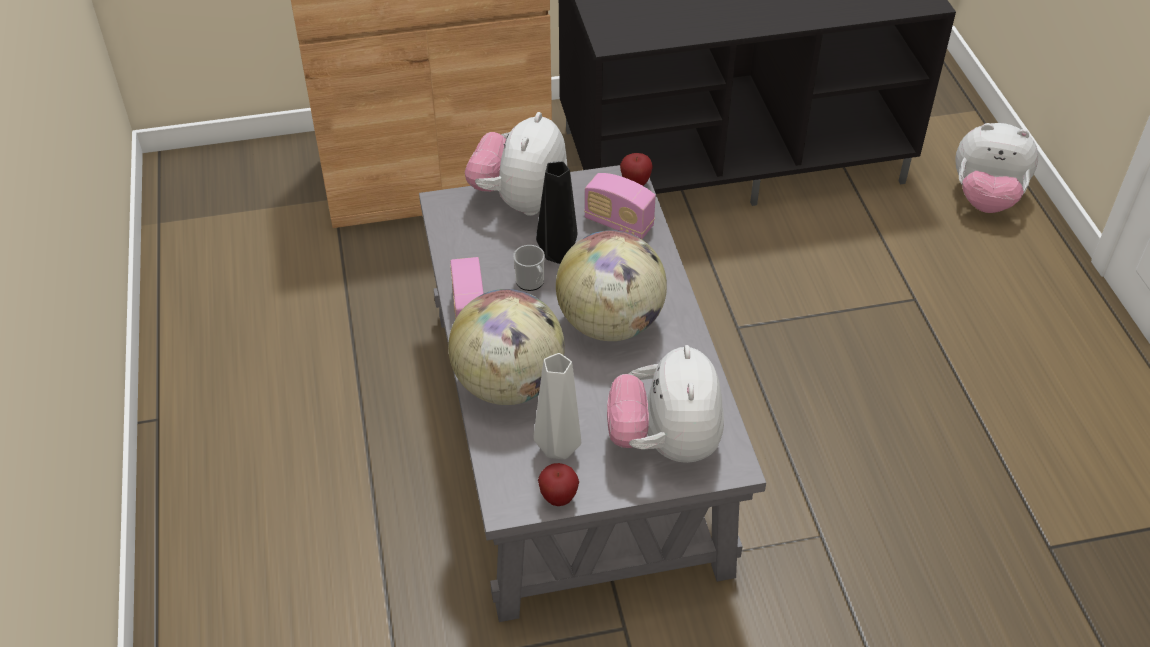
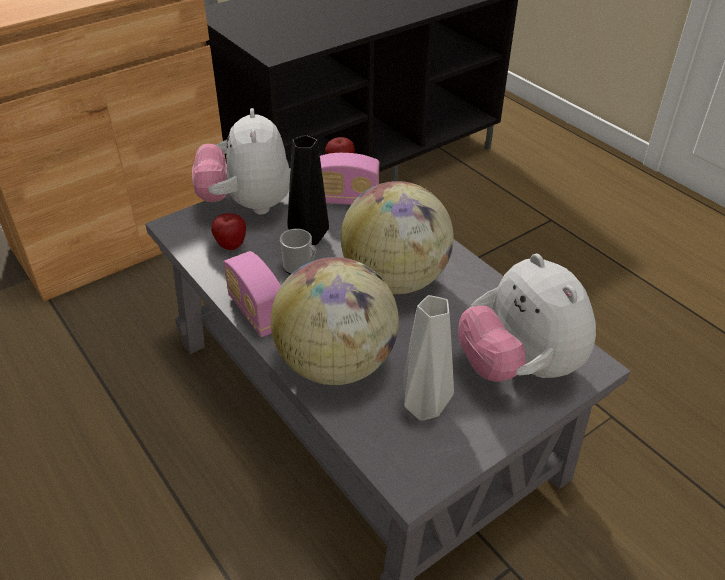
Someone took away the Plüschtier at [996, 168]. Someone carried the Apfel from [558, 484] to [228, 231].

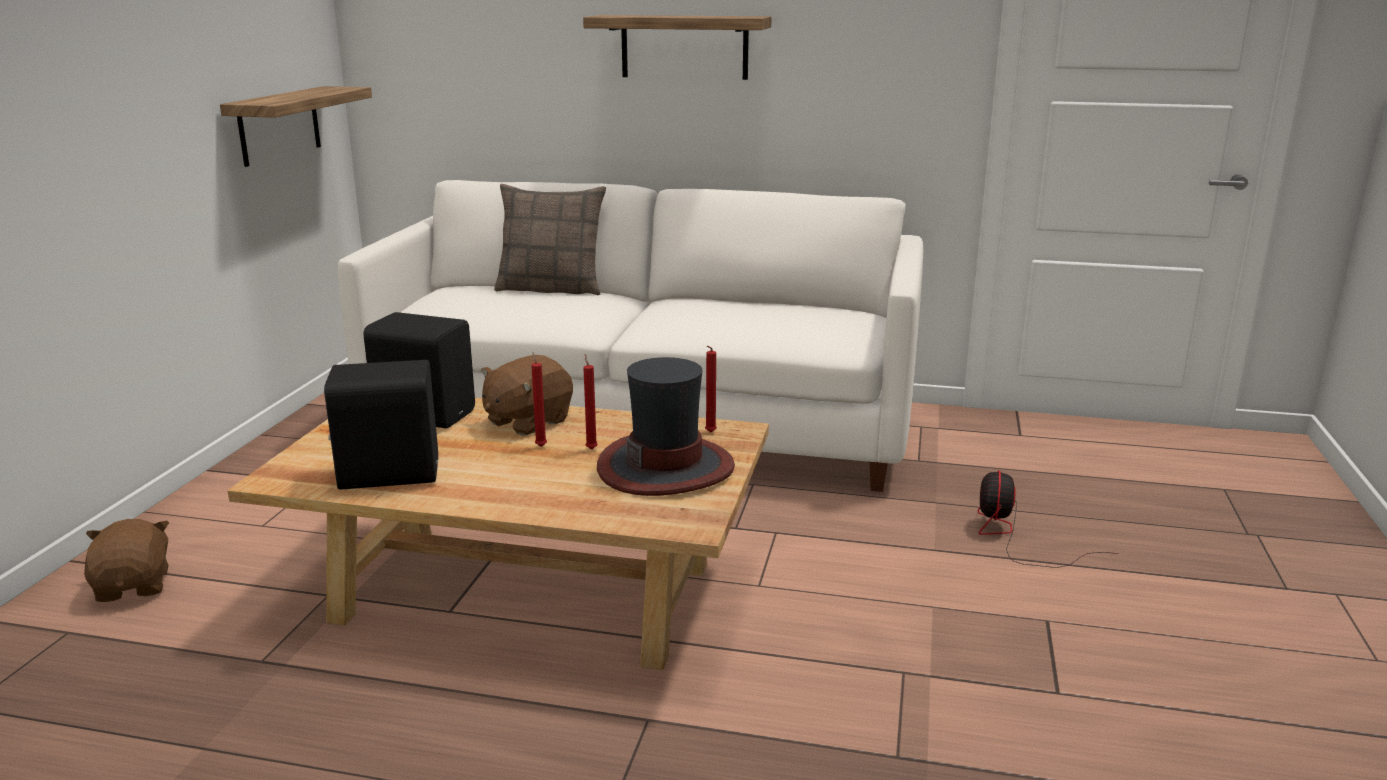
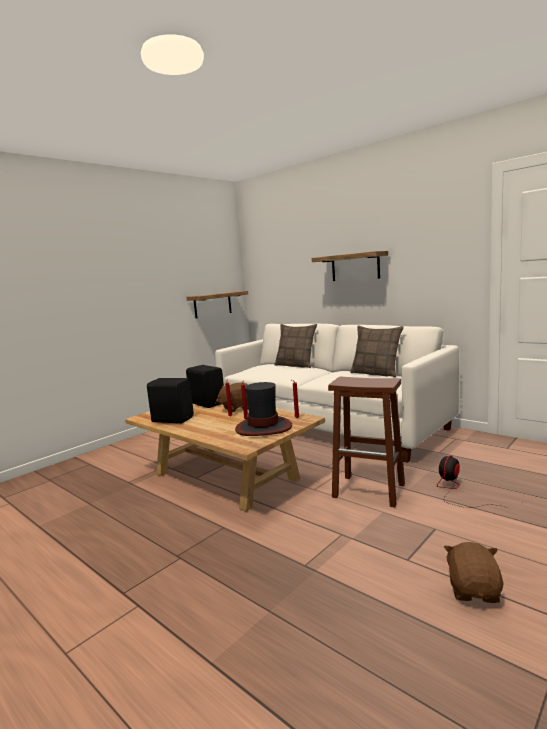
Someone put down the Hocker [braun] at [366, 442]. Someone put down the Kissen at [377, 351]. Someone carried the Plüschtier [braun] from [126, 560] to [473, 572].

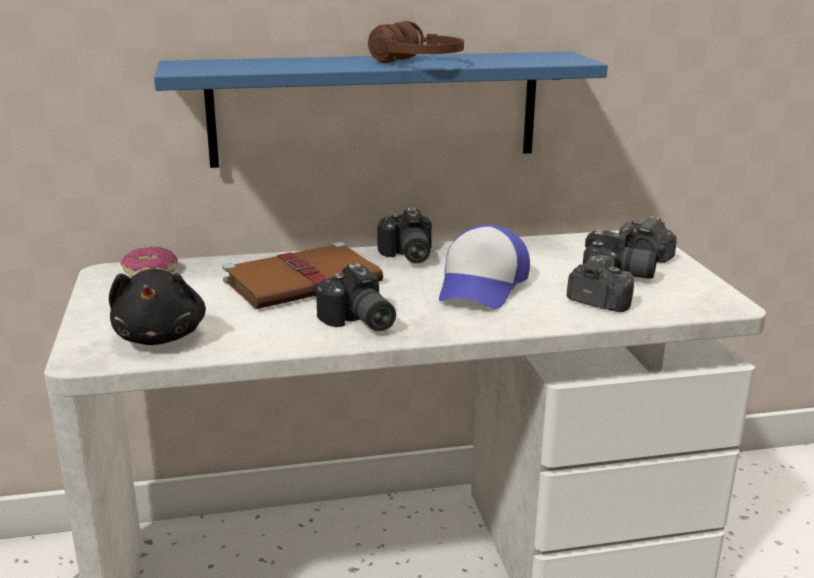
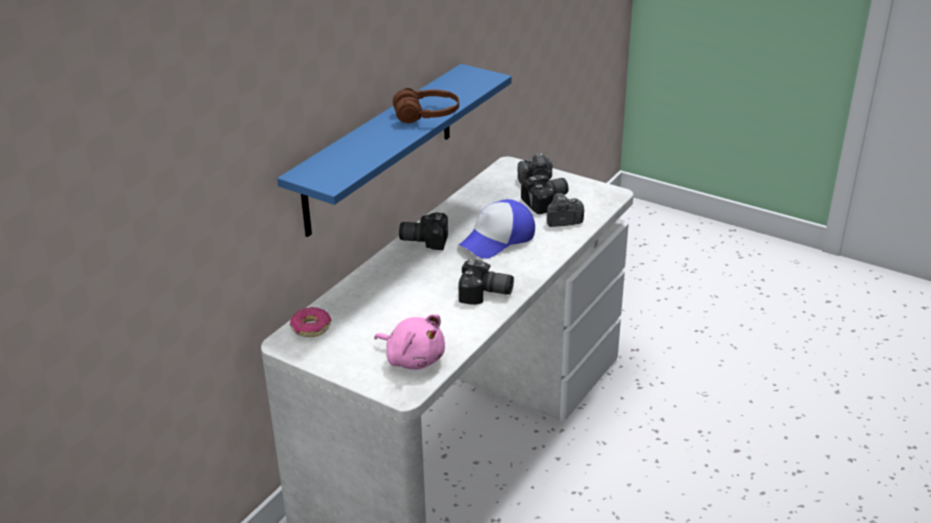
Someone took away the Buch [braun] at [302, 275]. Someone repainted the Plüschtier [schwarz] at [157, 307], which became the Plüschtier [rosa] at [410, 341]. Someone rotated the Kamera at [404, 235] by 150 degrees clockwise. Someone rotated the Kappe at [484, 267] by 75 degrees clockwise.

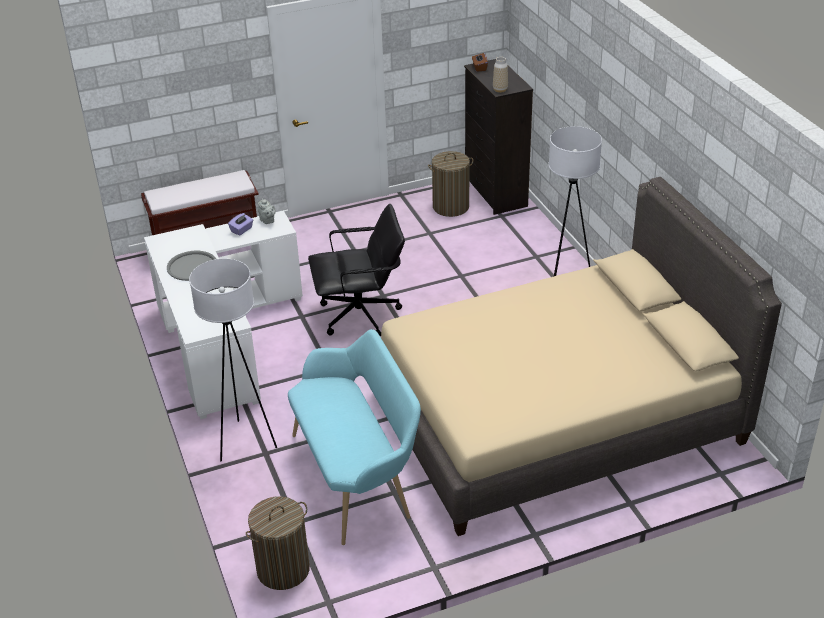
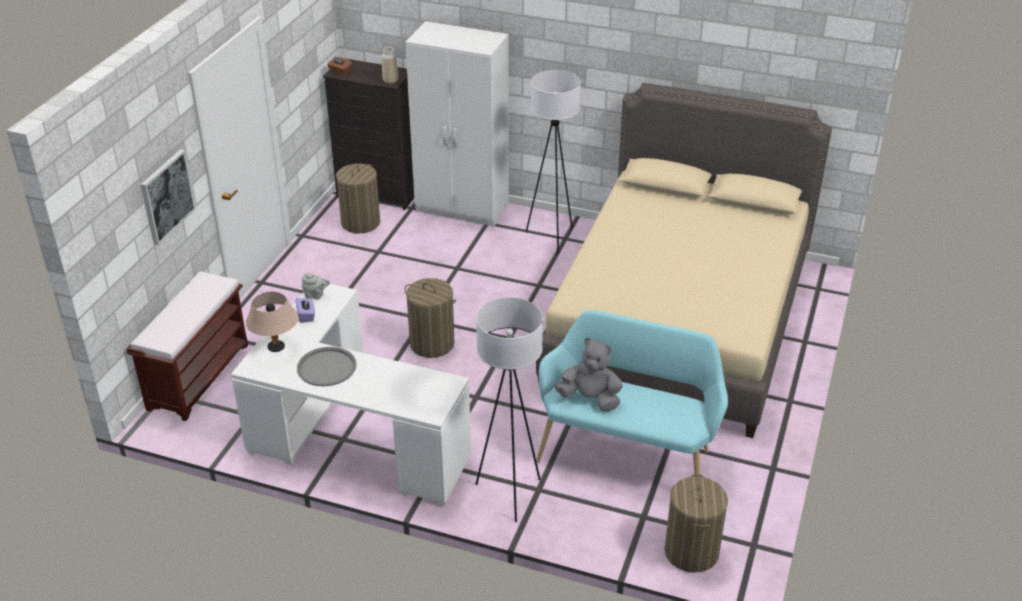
Someone put up the Bild at [168, 197]. Someone put down the Tischlampe [beige] at [272, 322]. Someone put down the Kleiderschrank [weiß] at [457, 124]. Someone put down the Plüschtier [grau] at [589, 374]. Someone swapped the Bürostuhl [schwarz] at [356, 270] for the Wäschekorb at [430, 318].

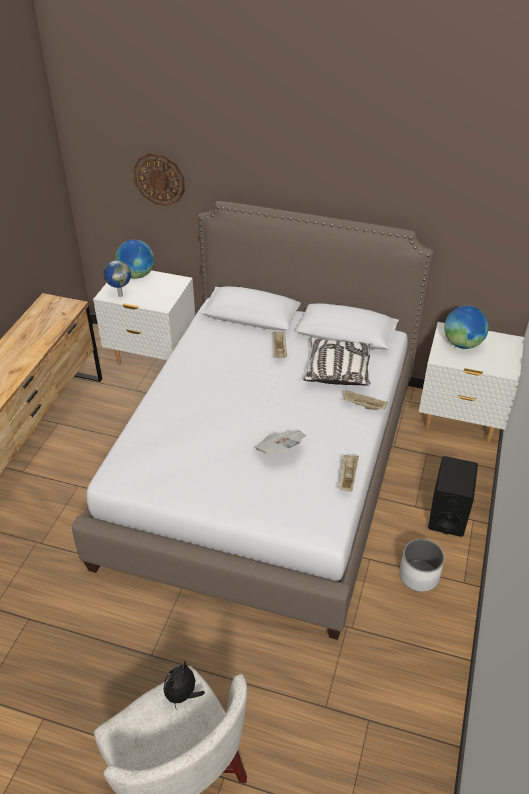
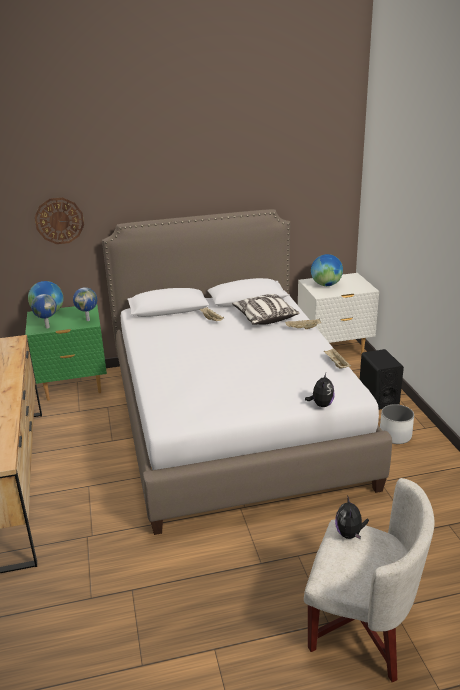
Someone took away the Zeitung at [279, 443]. Someone put down the Globus at [85, 304]. Someone put down the Plüschtier at [320, 390]. Someone repainted the Nachttisch [weiß] at [144, 317], which became the Nachttisch [grün] at [66, 352].

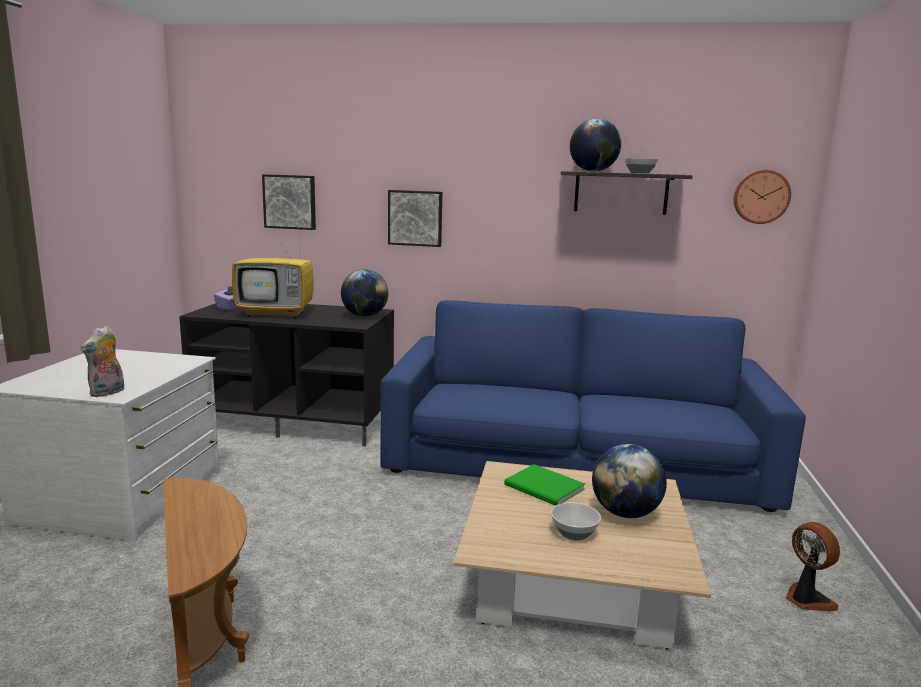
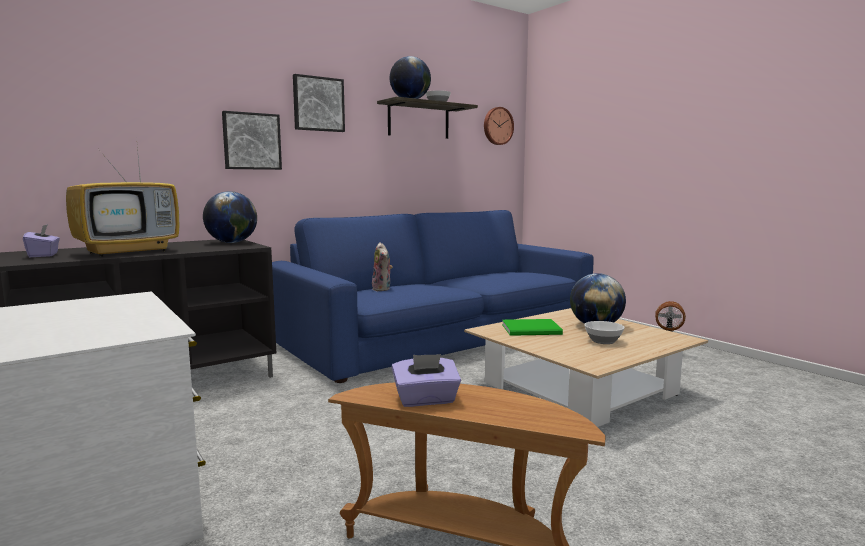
Someone put down the Taschentuchbox [lila] at [426, 380]. Someone carried the Plüschtier from [102, 361] to [382, 266]. Someone carried the Bild from [289, 202] to [319, 103].

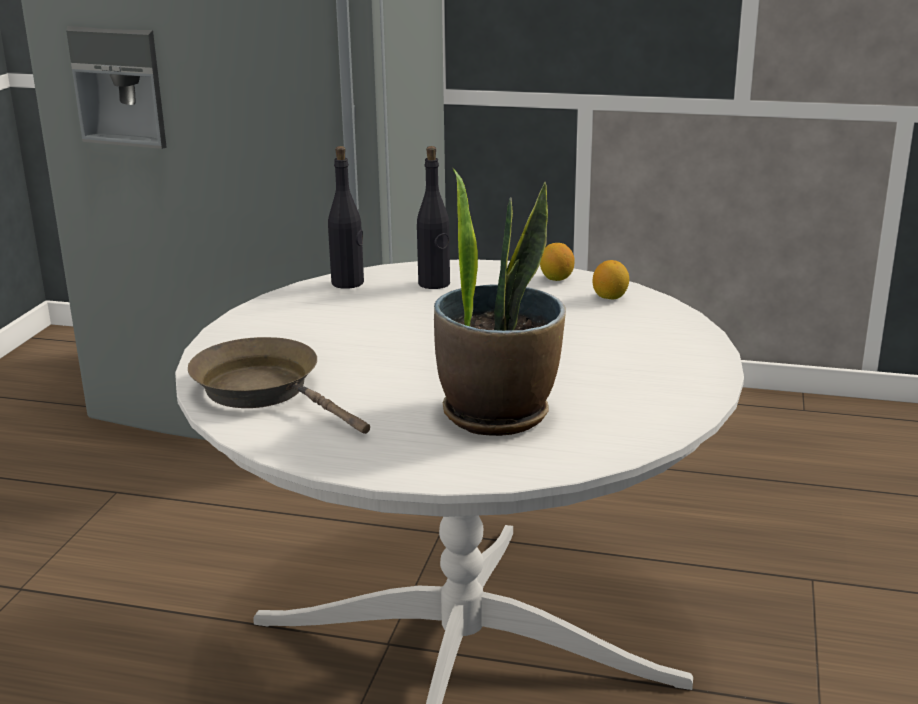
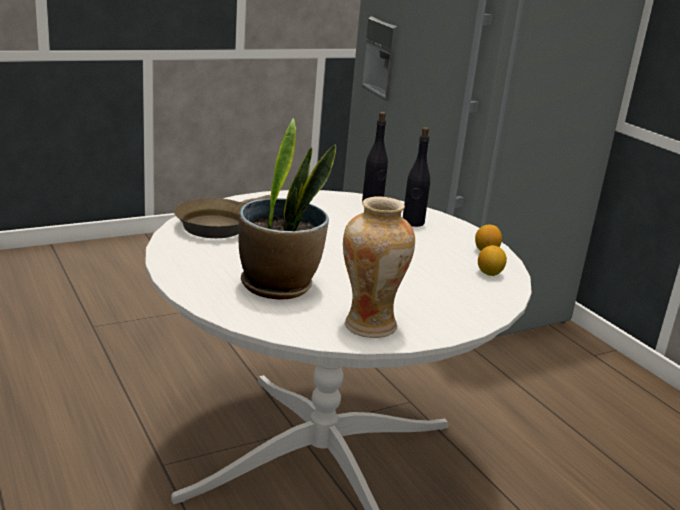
Someone put down the Vase at [379, 267]. Someone rotated the Pfanne [braun] at [279, 385] by 150 degrees counterclockwise.

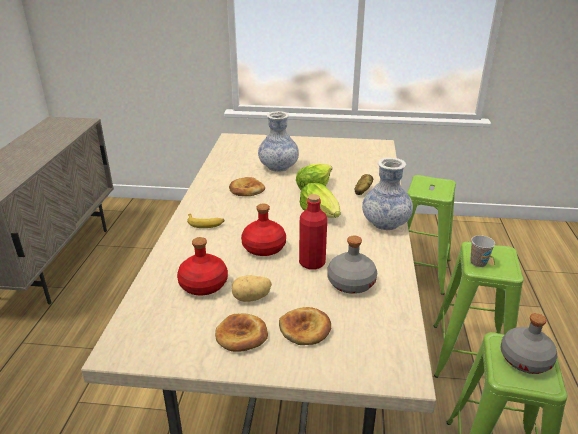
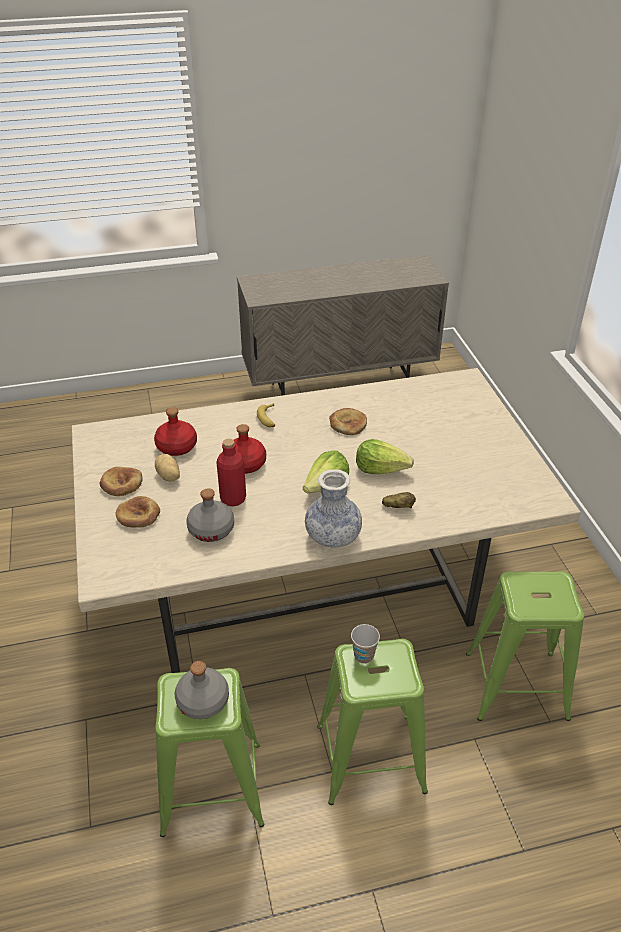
Someone took away the Vase at [278, 141].

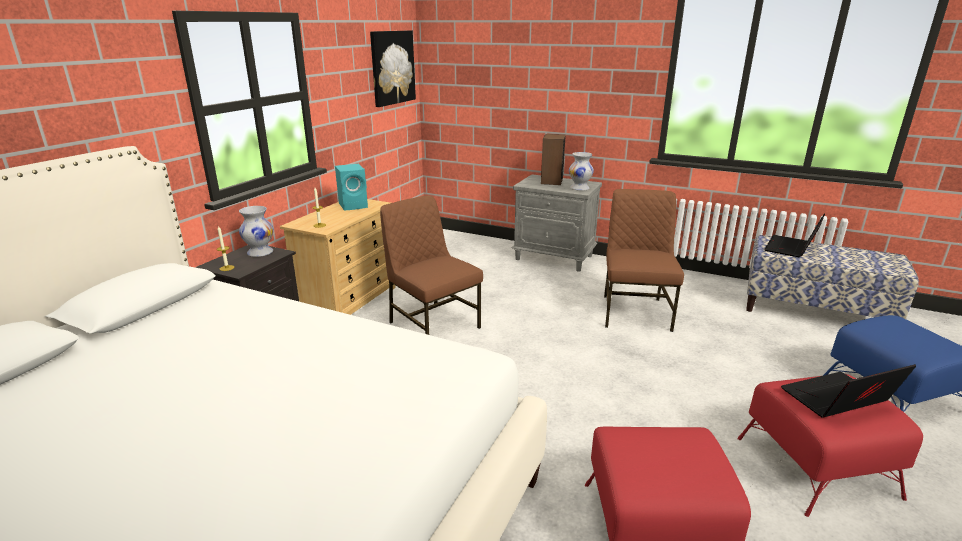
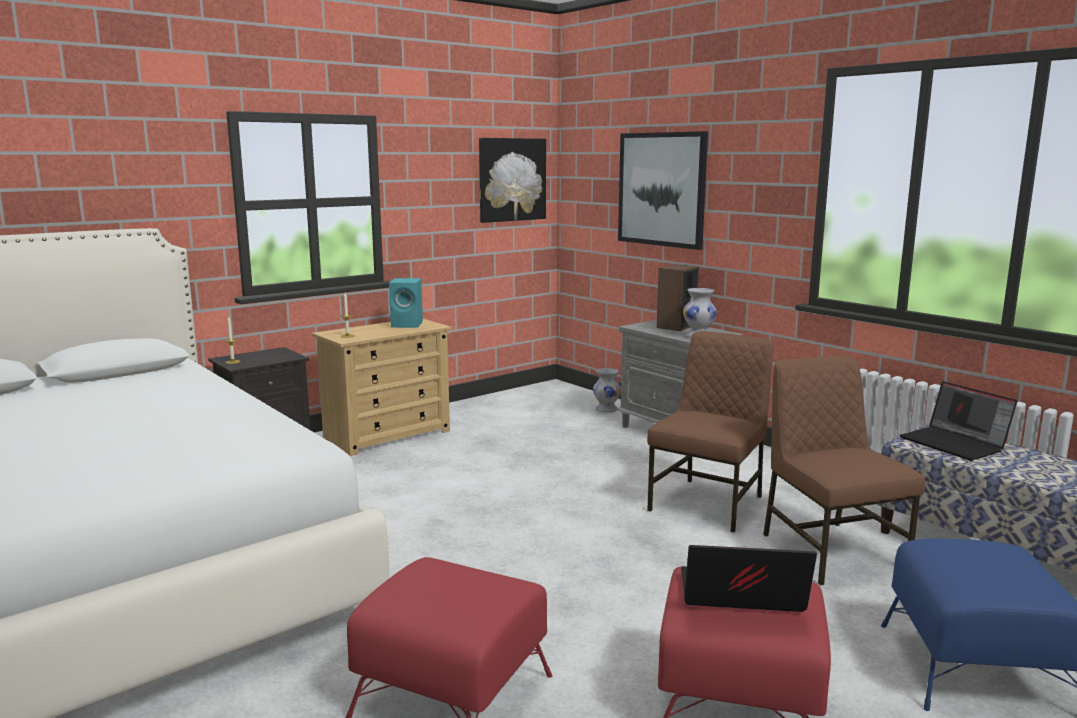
Someone put up the Bild at [663, 190]. Someone carried the Vase [weiß] from [256, 231] to [607, 390]. Someone carried the Stuhl [braun] from [431, 265] to [844, 471]. Someone rotated the Laptop at [794, 235] by 90 degrees counterclockwise.

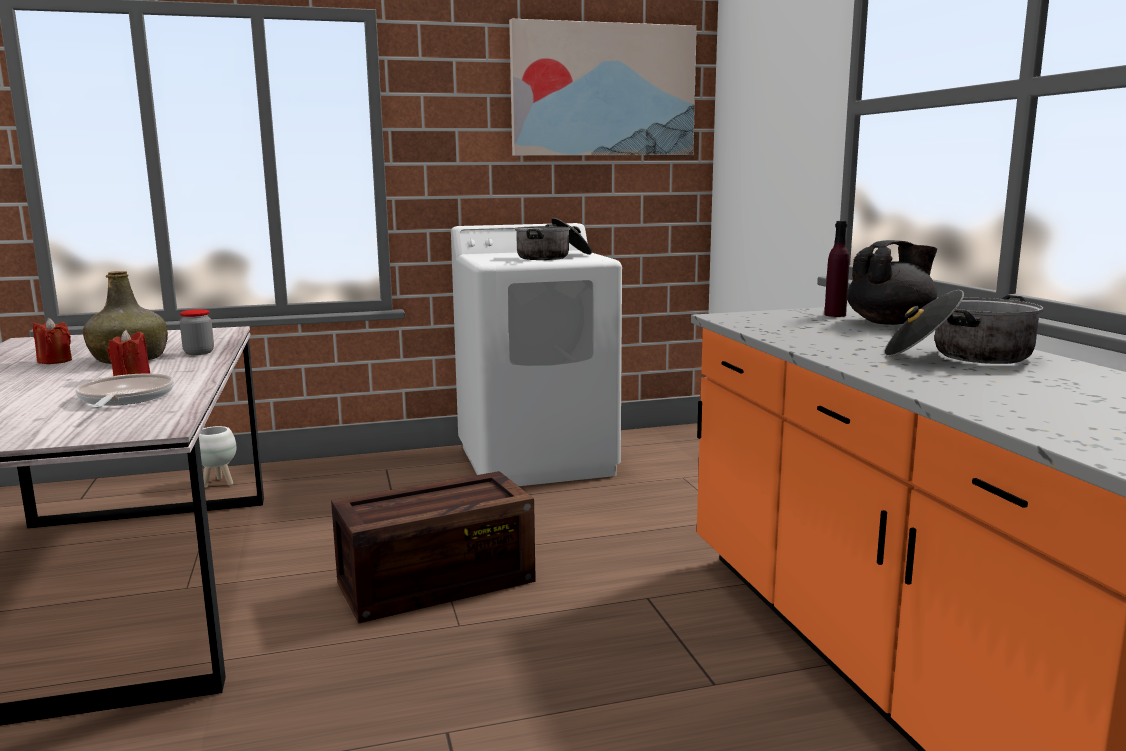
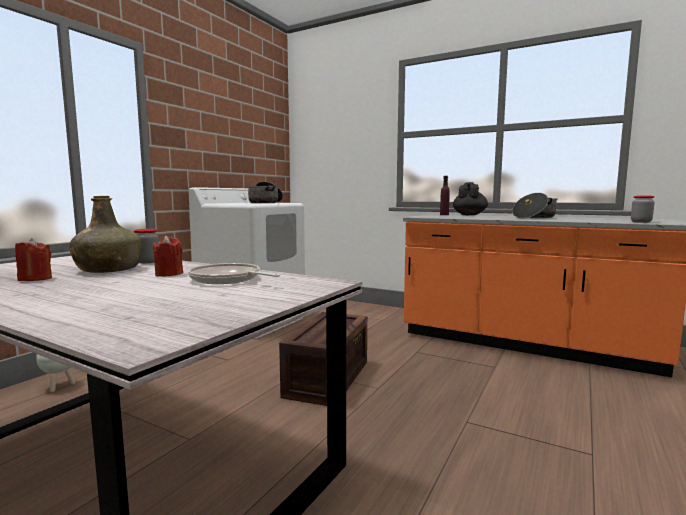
Someone took away the Bild at [603, 87]. Someone put down the Vorratsglas at [643, 209].

